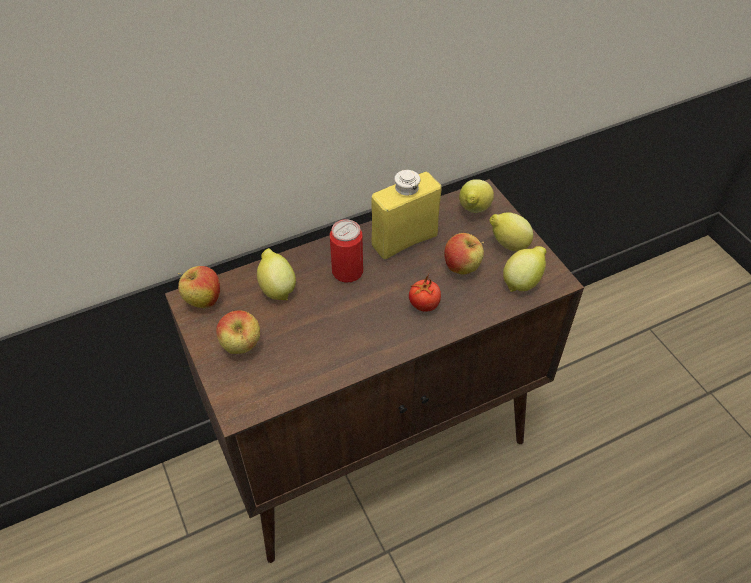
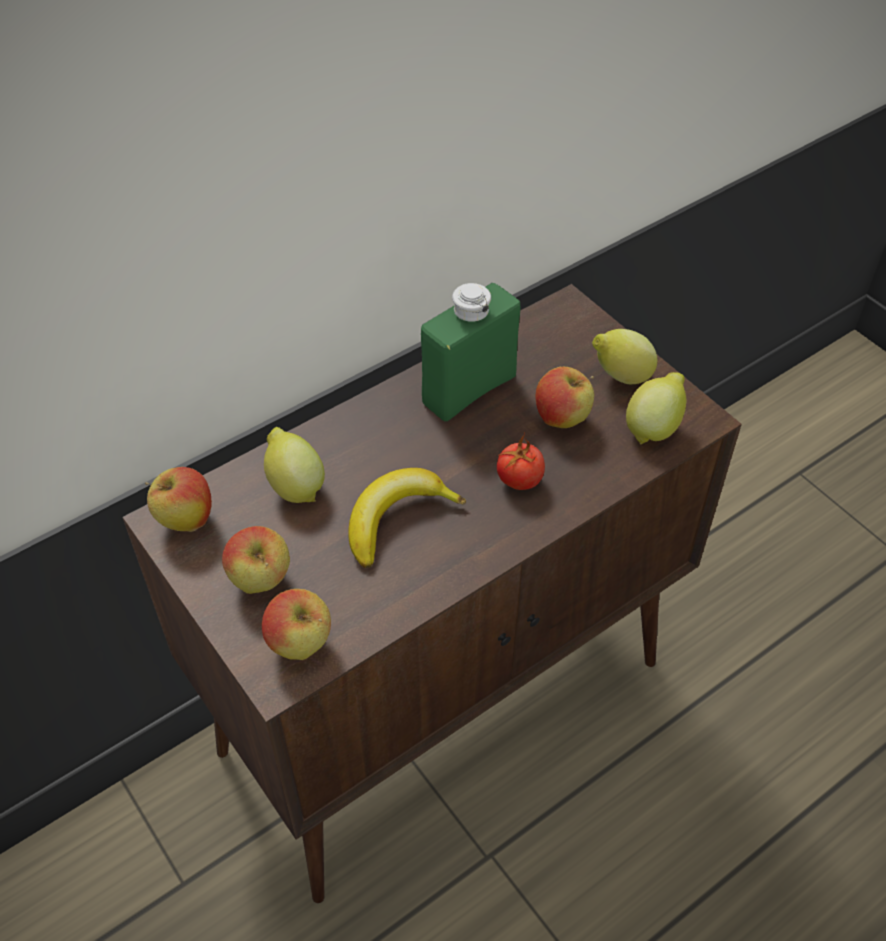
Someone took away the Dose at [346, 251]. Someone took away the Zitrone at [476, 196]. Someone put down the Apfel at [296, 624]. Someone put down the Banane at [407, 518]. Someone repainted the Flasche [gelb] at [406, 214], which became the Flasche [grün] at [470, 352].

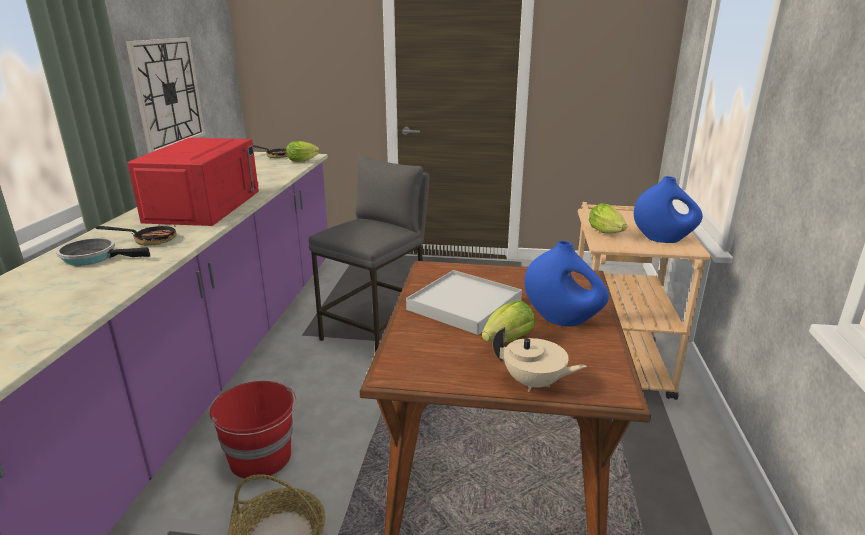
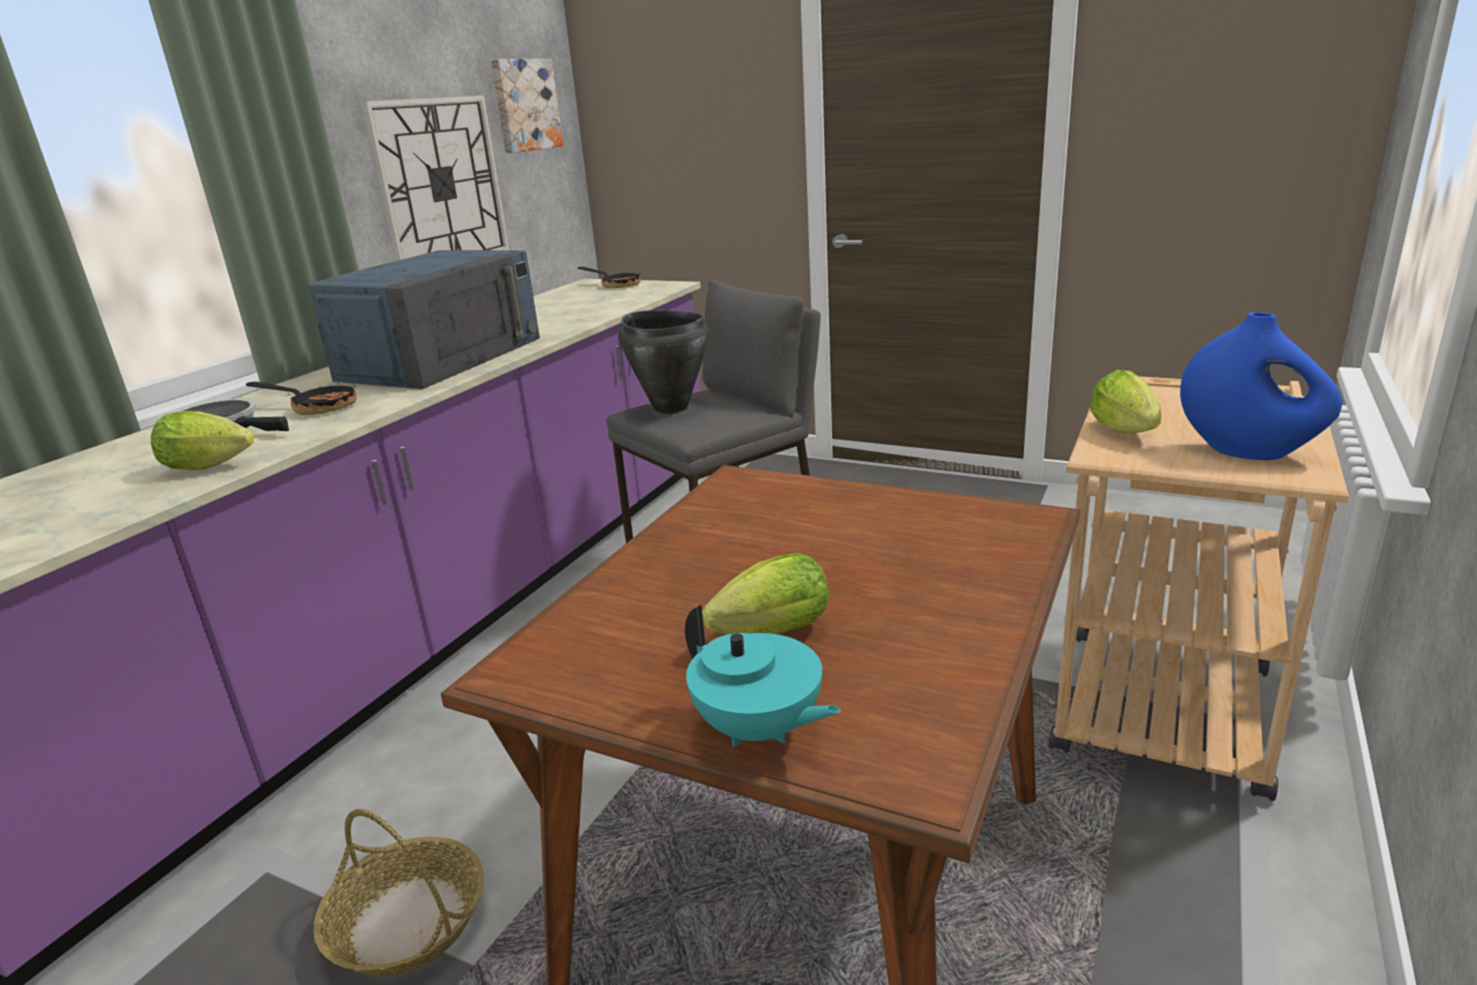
Someone took away the Eimer [rot] at [253, 430]. Someone took away the Tablett [weiß] at [464, 302]. Someone took away the Vase [blau] at [566, 283]. Someone put up the Bild at [527, 106]. Someone put down the Kochtopf [schwarz] at [664, 362]. Someone carried the Salatkopf from [303, 151] to [202, 440]. Someone repainted the Mikrowelle [rot] at [193, 182], which became the Mikrowelle [blau] at [424, 319]. Someone repainted the Teekanne [beige] at [540, 359], which became the Teekanne [türkis] at [763, 675].

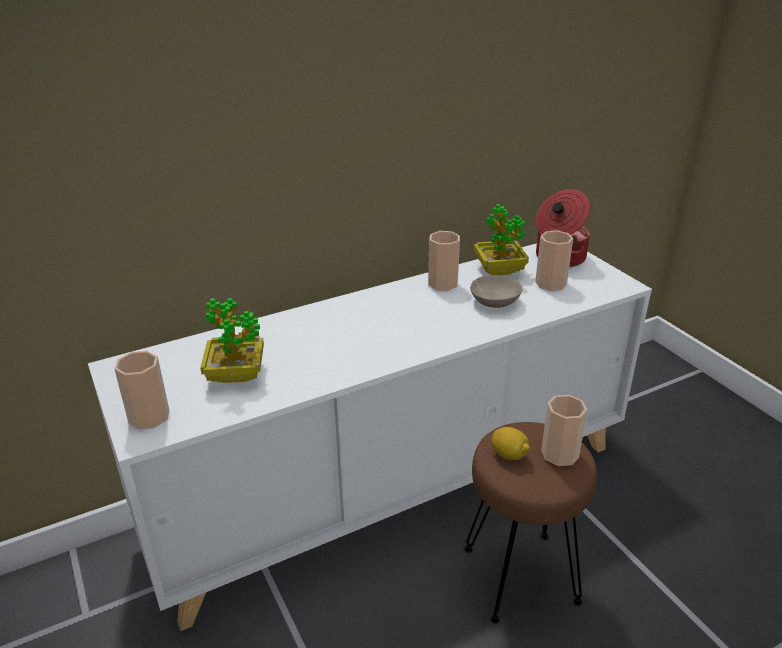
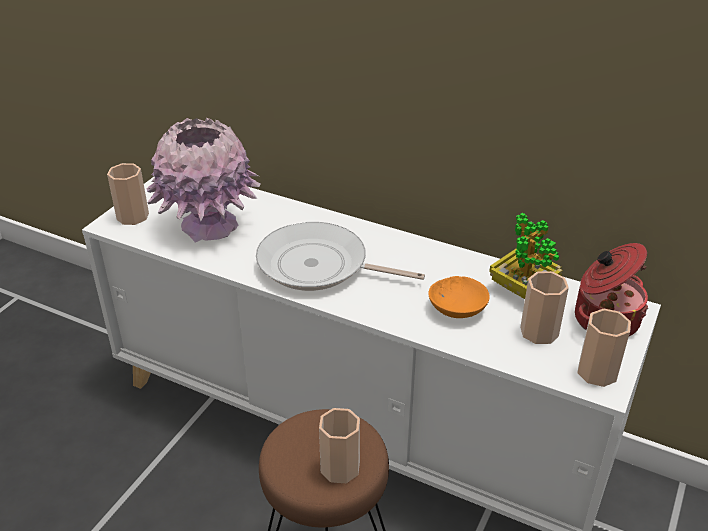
Someone took away the Zitrone at [511, 443]. Someone put down the Pfanne at [340, 256]. Someone carried the Tasse from [444, 261] to [604, 348]. Someone swapped the Topfpflanze at [232, 340] for the Vase [rosa] at [203, 180]. Someone repainted the Schüssel [beige] at [496, 291], which became the Schüssel [orange] at [459, 297].

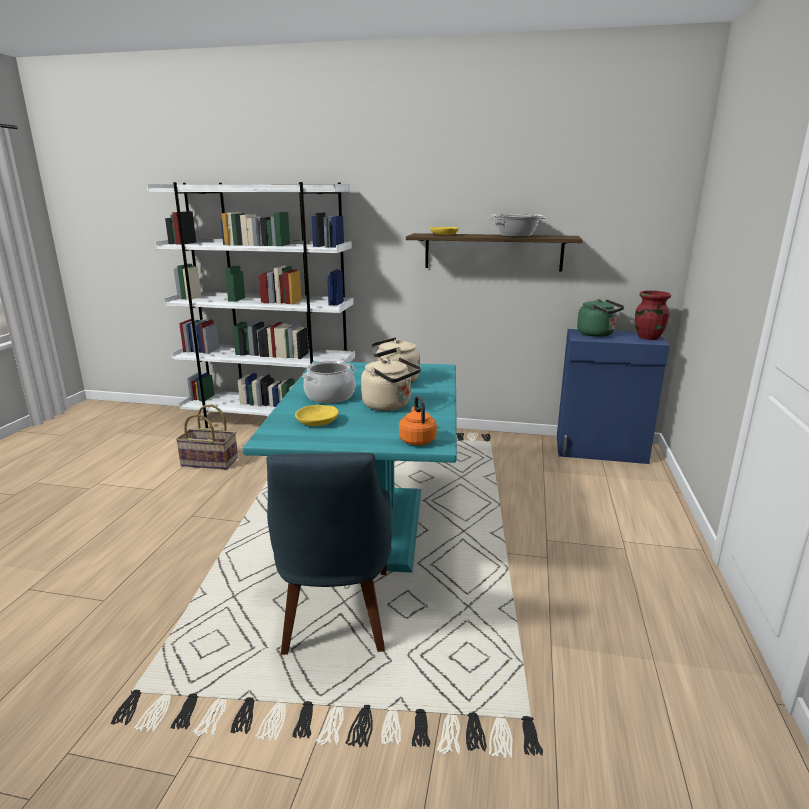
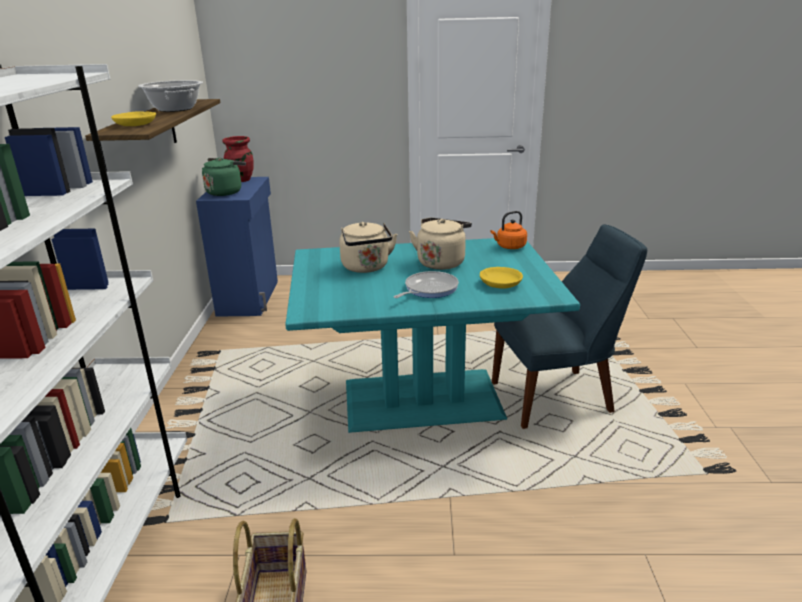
Someone swapped the Kochtopf at [328, 382] for the Pfanne at [426, 284].

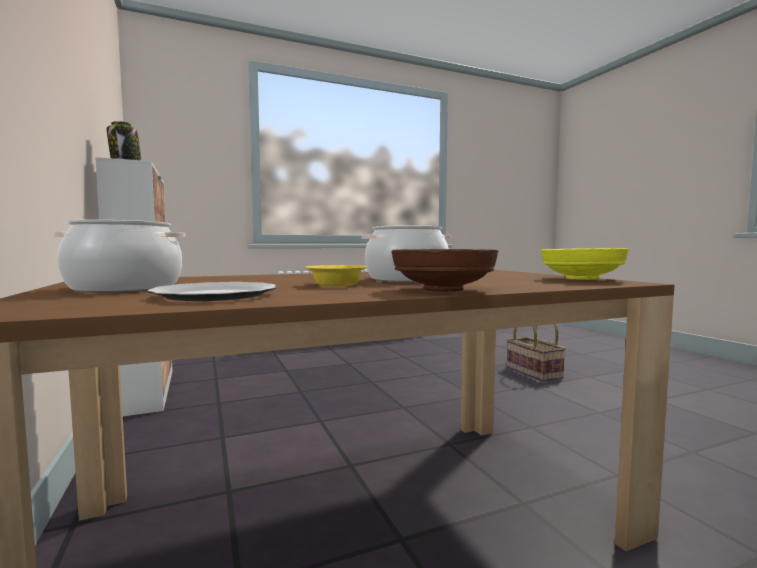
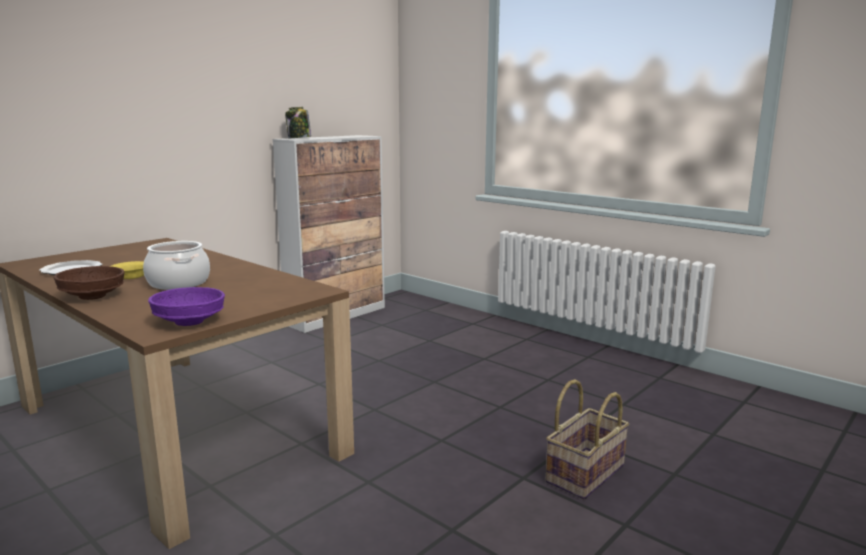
Someone took away the Kochtopf at [119, 256]. Someone repainted the Schüssel [gelb] at [584, 264], which became the Schüssel [lila] at [186, 306].

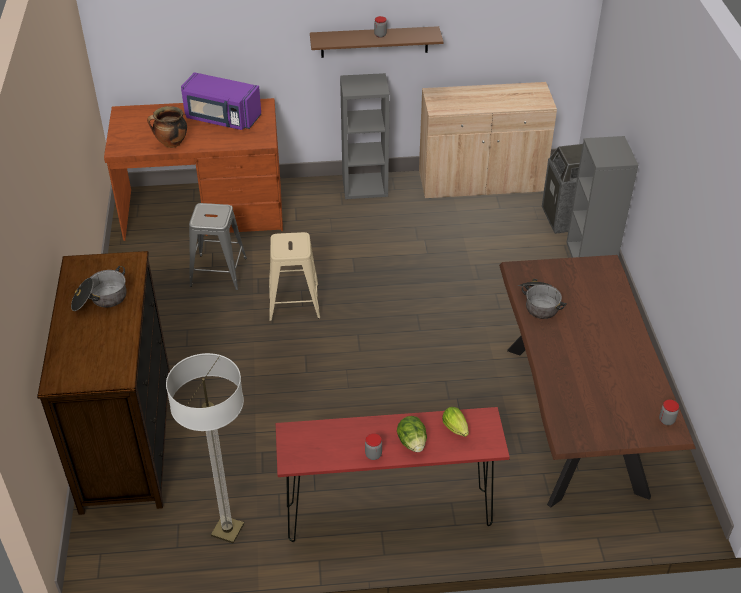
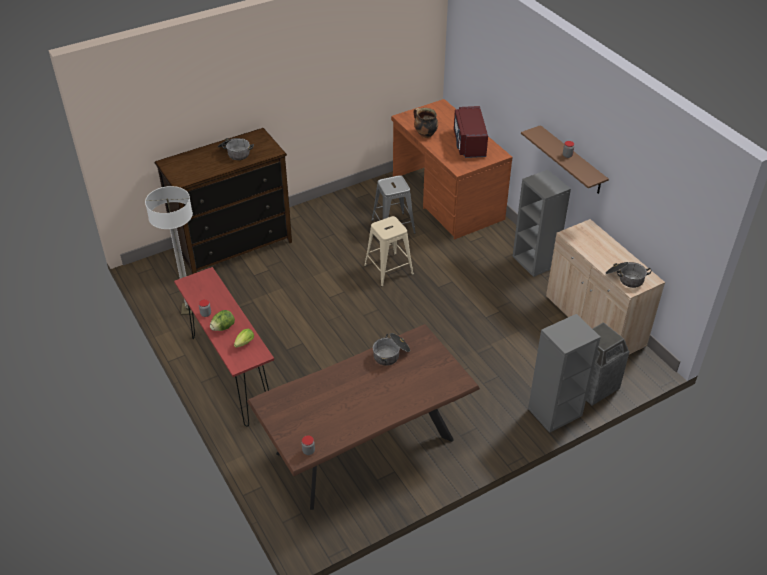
Someone put down the Kochtopf at [629, 275]. Someone repainted the Mikrowelle [lila] at [221, 101], which became the Mikrowelle [rot] at [471, 132].

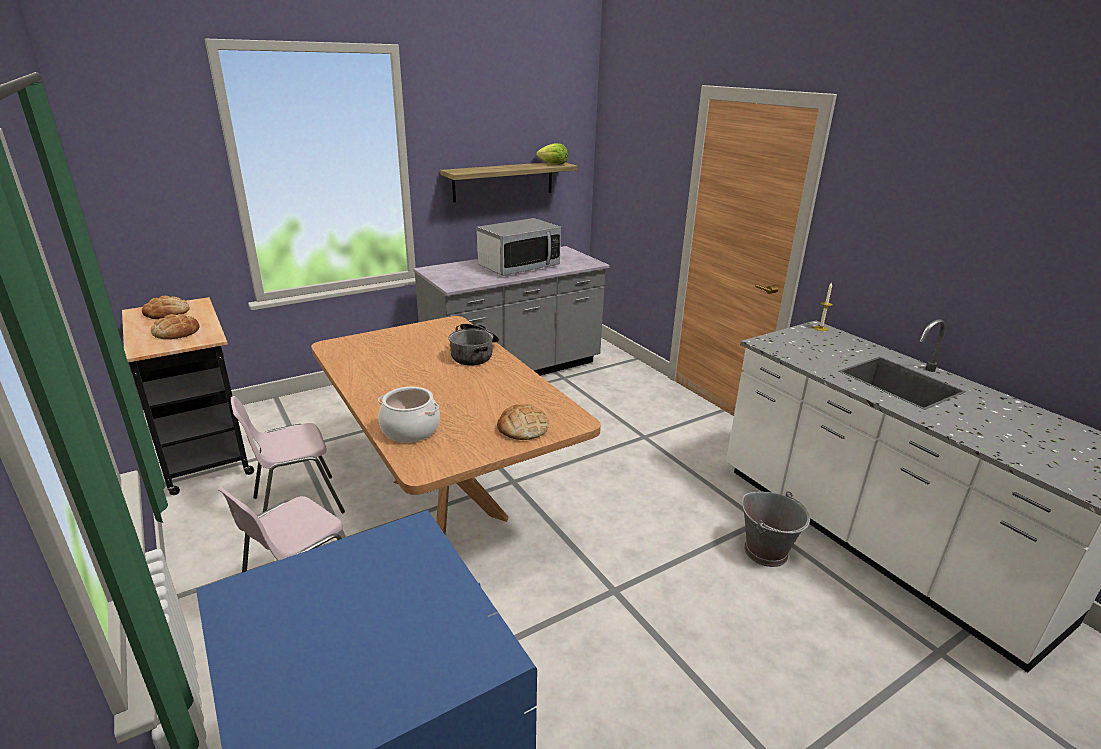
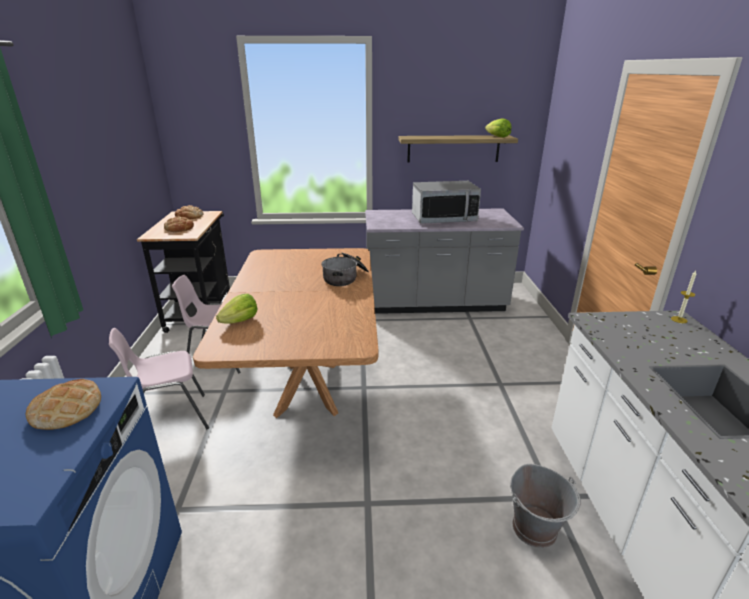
Someone carried the Brot from [523, 422] to [63, 404]. Someone swapped the Kochtopf at [409, 415] for the Salatkopf at [236, 309].

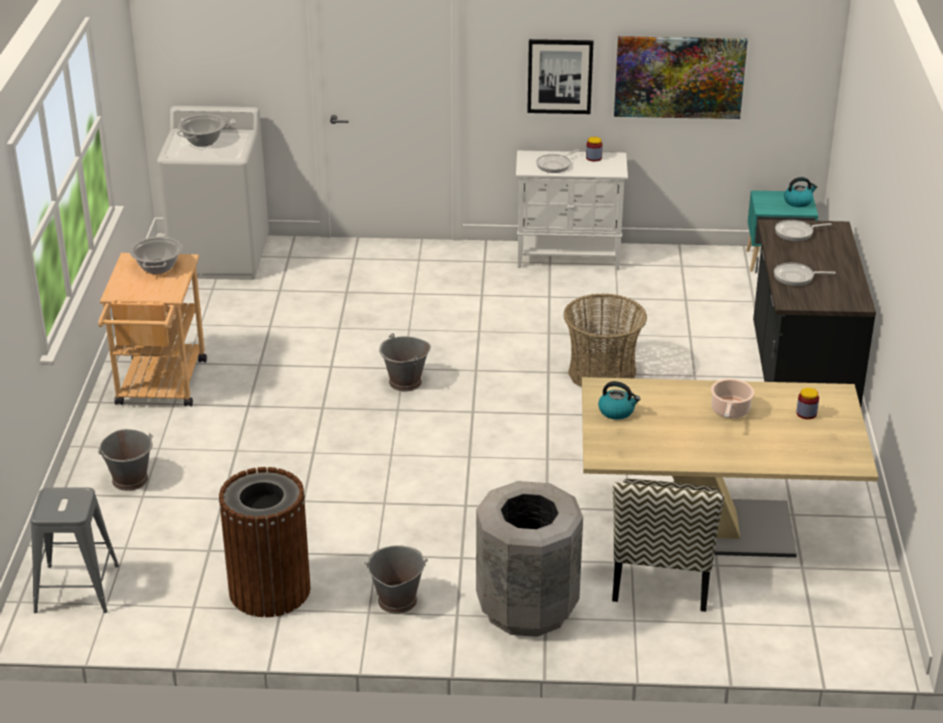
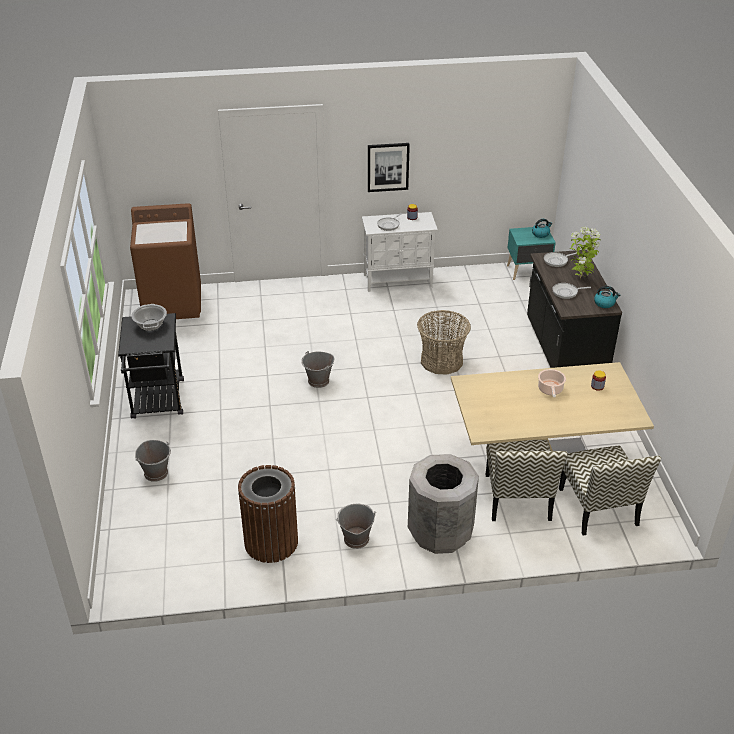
Someone took away the Hocker [grau] at [74, 550]. Someone took away the Kochtopf at [202, 130]. Someone took away the Bild at [681, 77]. Someone put down the Stuhl at [610, 490]. Someone put down the Topfpflanze at [585, 253]. Someone carried the Wasserkessel from [619, 400] to [607, 297]. Someone repainted the Rollwagen [beige] at [152, 330], which became the Rollwagen [schwarz] at [151, 366]. Someone repainted the Waschmaschine [weiß] at [213, 193], which became the Waschmaschine [braun] at [165, 261].

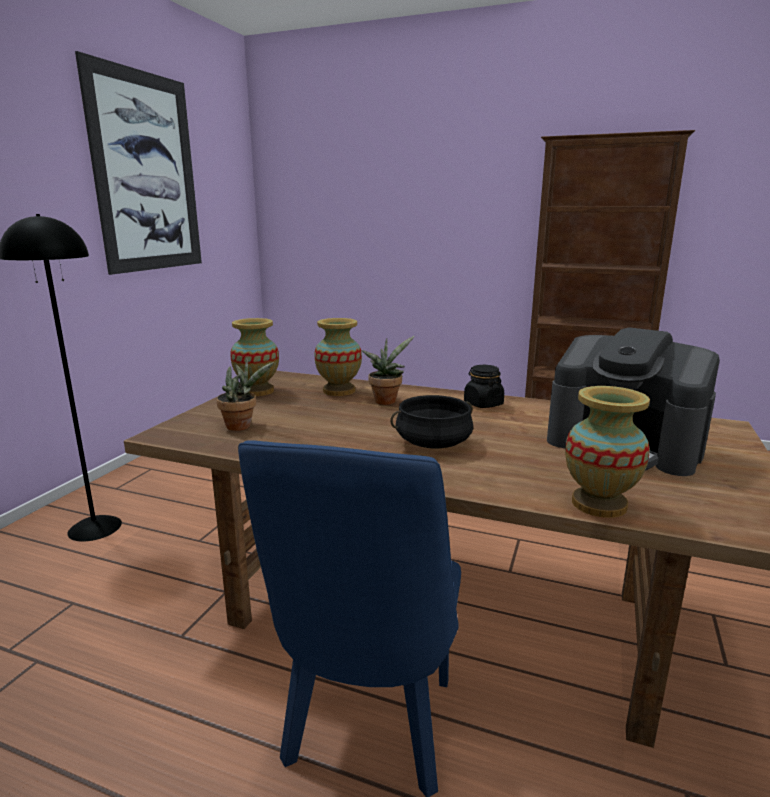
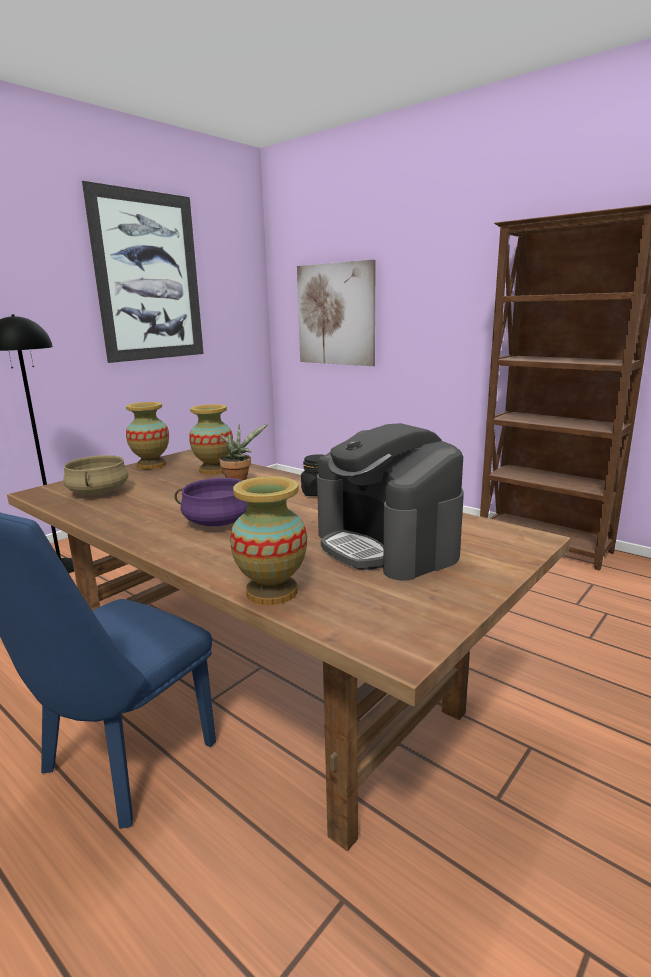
Someone put up the Bild at [336, 313]. Someone swapped the Topfpflanze at [245, 394] for the Kochtopf [beige] at [95, 475]. Someone repainted the Kochtopf [schwarz] at [431, 422], which became the Kochtopf [lila] at [211, 502].

